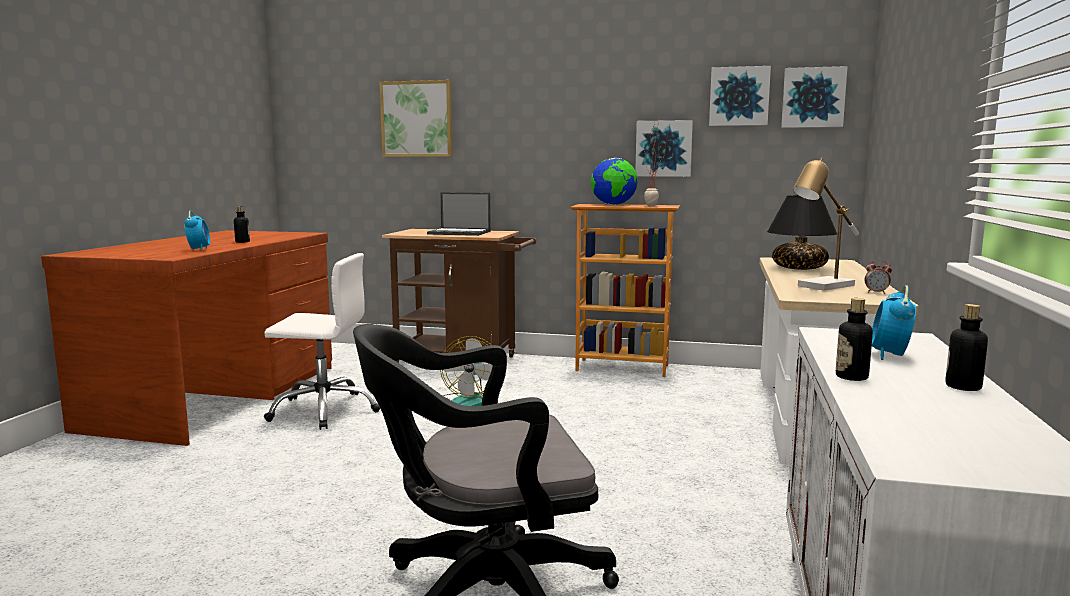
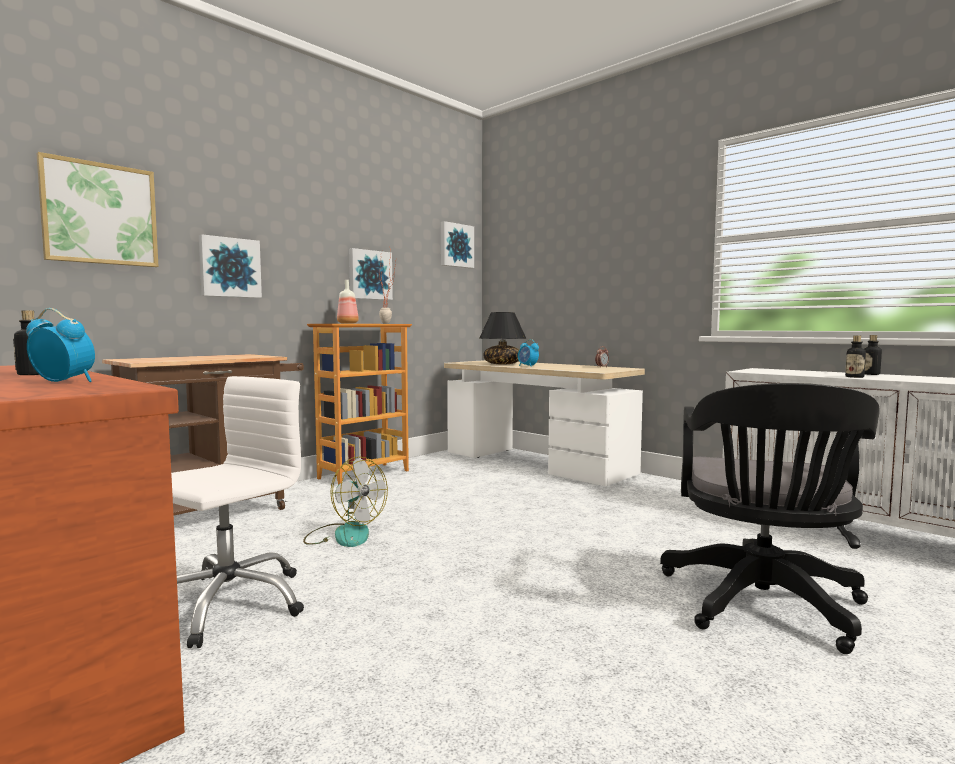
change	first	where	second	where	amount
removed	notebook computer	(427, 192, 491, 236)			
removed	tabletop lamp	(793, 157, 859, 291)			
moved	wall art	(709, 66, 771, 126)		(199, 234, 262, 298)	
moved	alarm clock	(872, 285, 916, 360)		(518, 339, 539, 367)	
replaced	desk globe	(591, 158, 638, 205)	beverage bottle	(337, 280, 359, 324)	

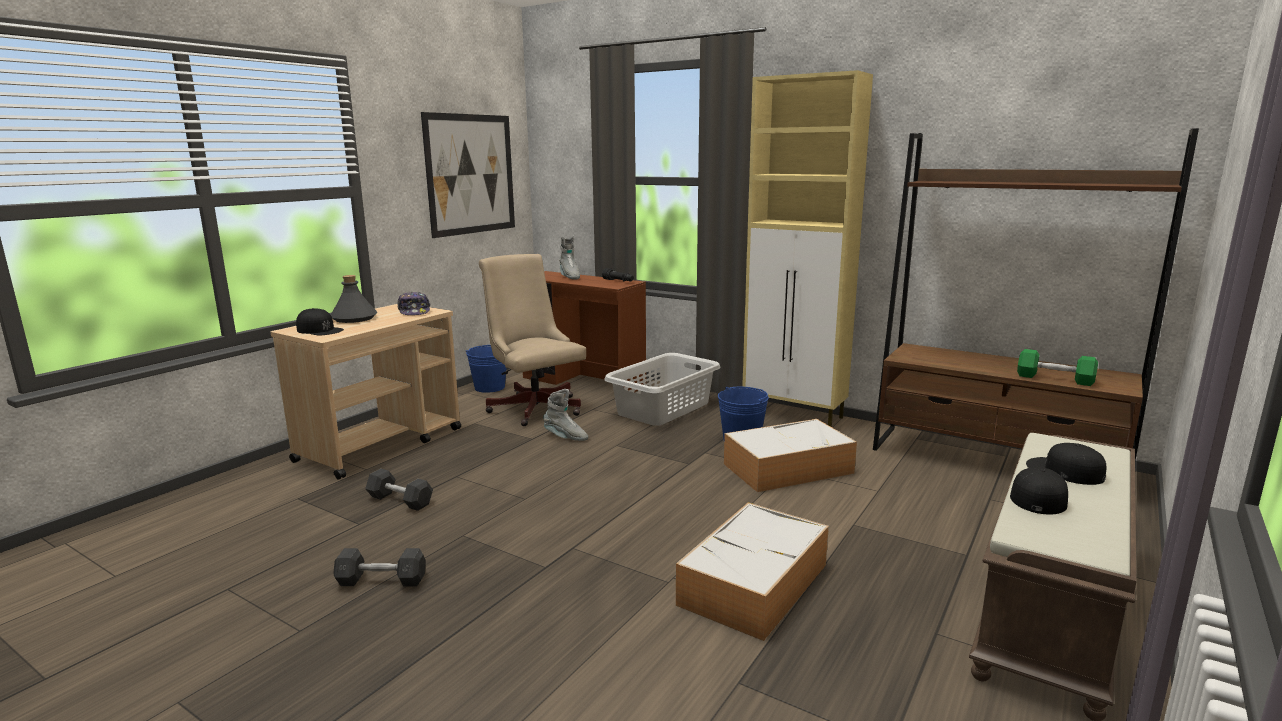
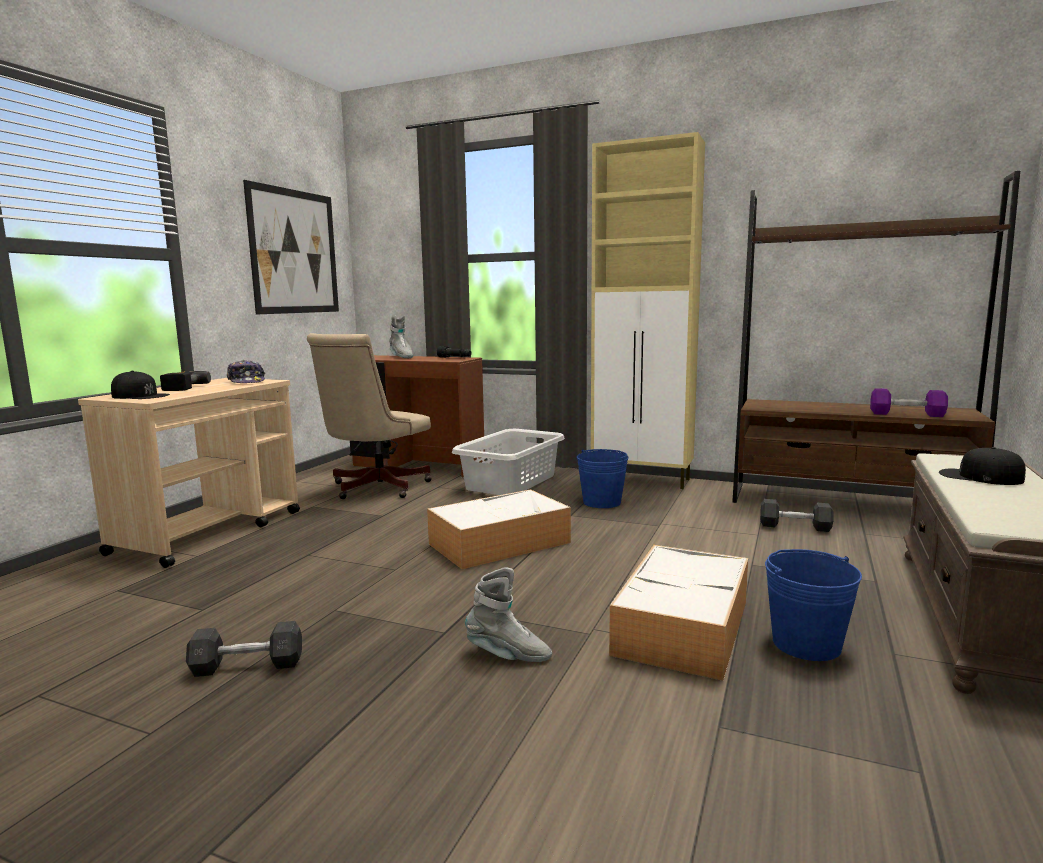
change	first	where	second	where	amount
removed	peaked cap (black-coloured)	(1010, 467, 1068, 514)			
moved	dumbbell (greyish)	(365, 469, 433, 511)		(760, 499, 833, 532)	
moved	water bucket (blue-coloured)	(466, 345, 506, 393)		(765, 549, 862, 661)	
moved	high-top boot (greyish)	(543, 389, 588, 441)		(465, 567, 552, 662)	
moved	storage container	(724, 419, 857, 492)		(427, 489, 571, 569)	
replaced	beverage bottle (greyish)	(330, 275, 377, 323)	drill	(160, 371, 211, 391)	
recoloured	dumbbell (green)	(1017, 349, 1098, 386)	dumbbell (purple-coloured)	(870, 388, 948, 417)	
turned	computer chair (beige)	(479, 254, 586, 426)		(307, 333, 432, 499)	105 degrees counterclockwise

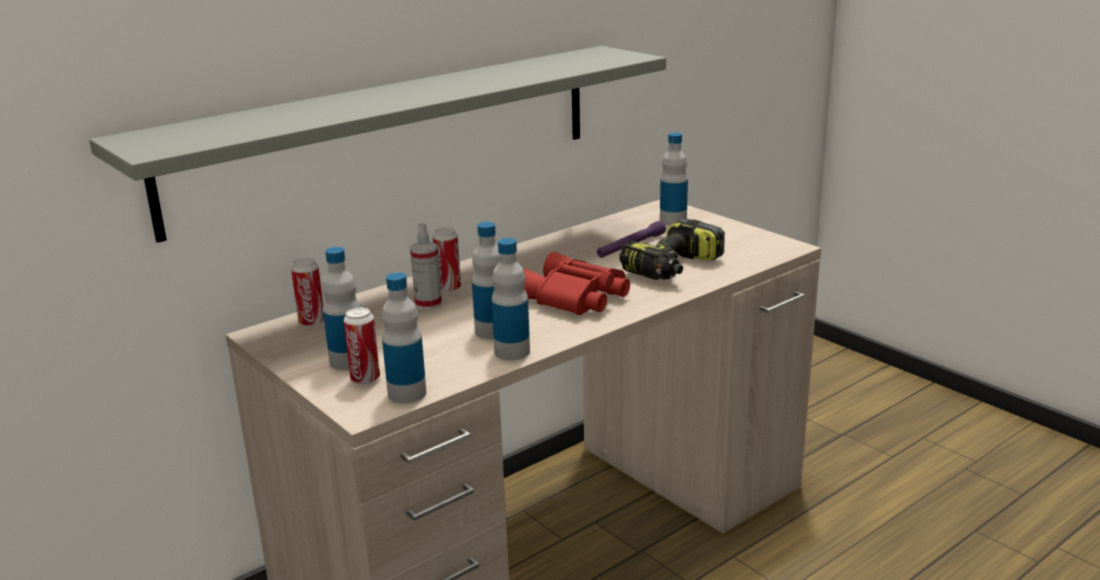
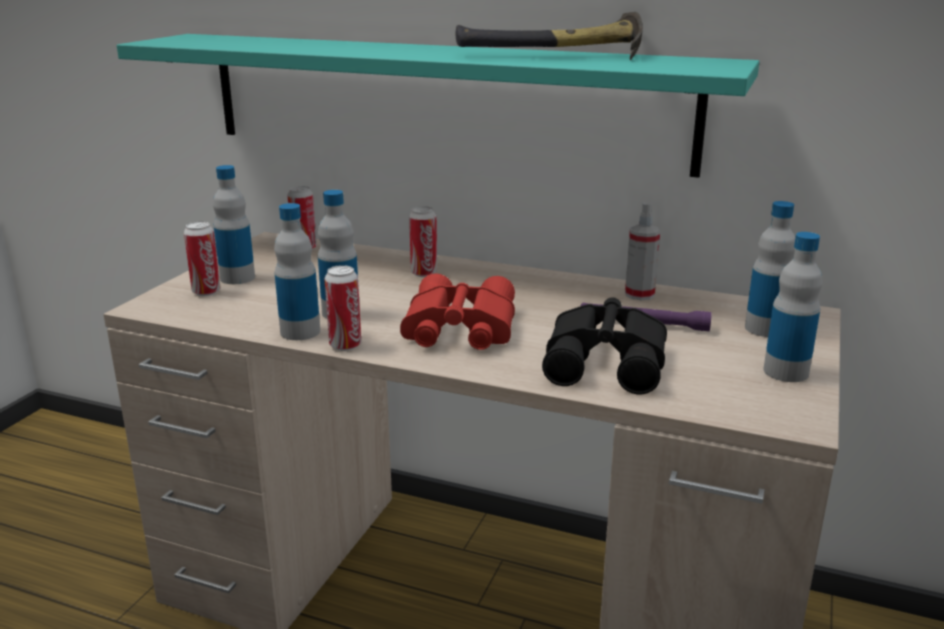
change	first	where	second	where	amount
added			can	(324, 265, 361, 351)	
added			hand hammer	(456, 12, 643, 60)	
moved	beverage bottle	(382, 272, 427, 403)		(763, 232, 823, 382)	
moved	spray bottle	(410, 223, 442, 310)		(625, 202, 660, 300)	
replaced	drill	(620, 218, 725, 280)	field glasses (black-coloured)	(542, 297, 667, 394)	
recoloured	bracket shelf (greyish)	(89, 46, 666, 243)	bracket shelf (turquoise)	(117, 34, 759, 178)	

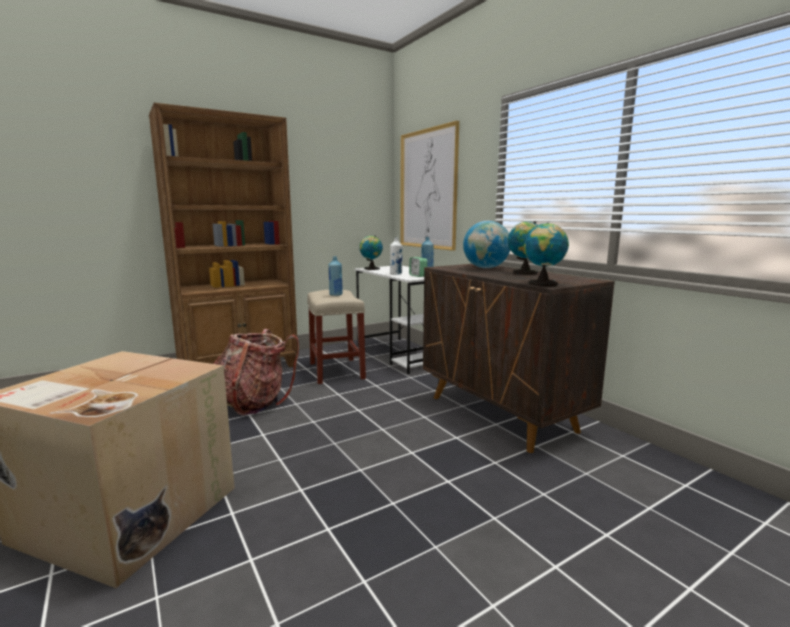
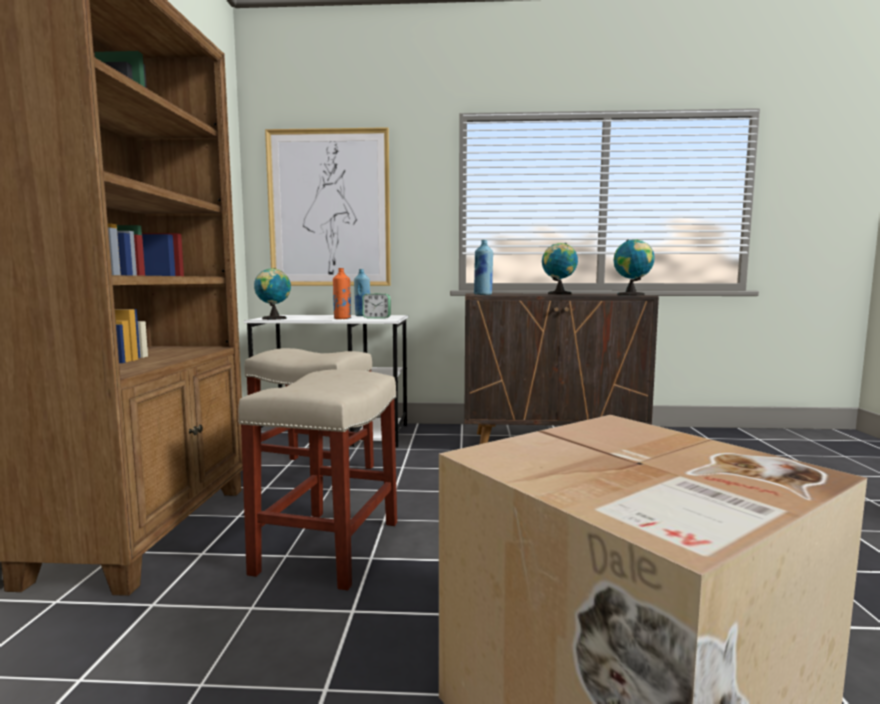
change	first	where	second	where	amount
removed	desk globe	(463, 221, 510, 268)			
moved	beverage bottle (blue-coloured)	(329, 256, 343, 296)		(474, 240, 493, 295)	
replaced	rucksack	(213, 329, 299, 415)	sitting stool (beige)	(238, 369, 397, 591)	
recoloured	beverage bottle (white-coloured)	(390, 238, 402, 275)	beverage bottle (orange-coloured)	(333, 268, 351, 319)	

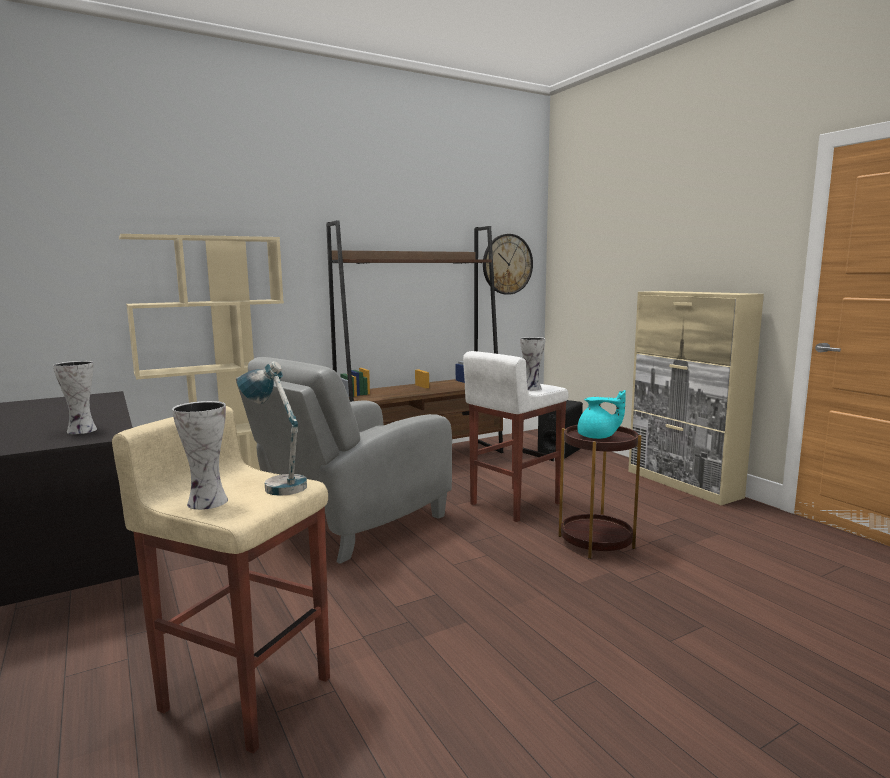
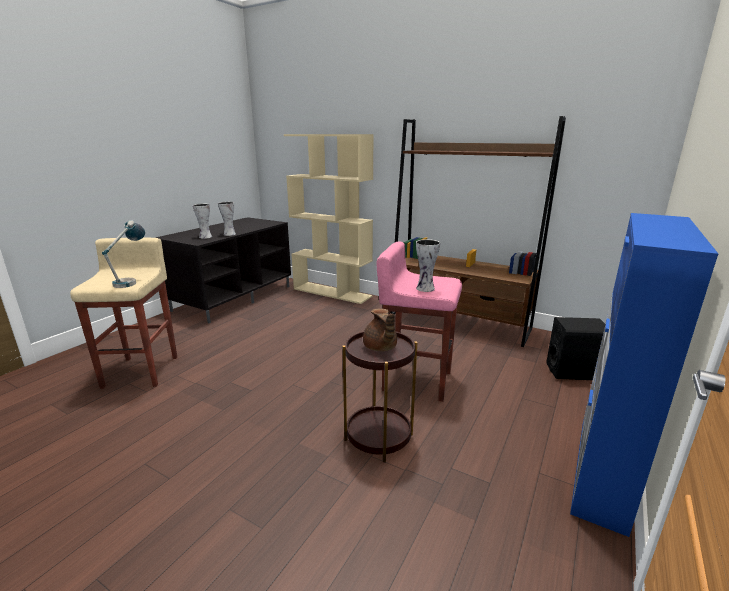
change	first	where	second	where	amount
removed	easy chair (greyish)	(236, 357, 452, 564)			
removed	wall clock	(483, 234, 533, 295)			
moved	vase	(172, 401, 228, 510)		(218, 202, 236, 236)	
recoloured	sitting stool (white-coloured)	(463, 351, 569, 522)	sitting stool (pinkish)	(376, 242, 462, 402)	
recoloured	tea pot (turquoise)	(578, 390, 626, 439)	tea pot (brown-coloured)	(363, 309, 397, 351)	
recoloured	cupboard (beige)	(628, 291, 764, 505)	cupboard (blue-coloured)	(570, 213, 718, 537)	

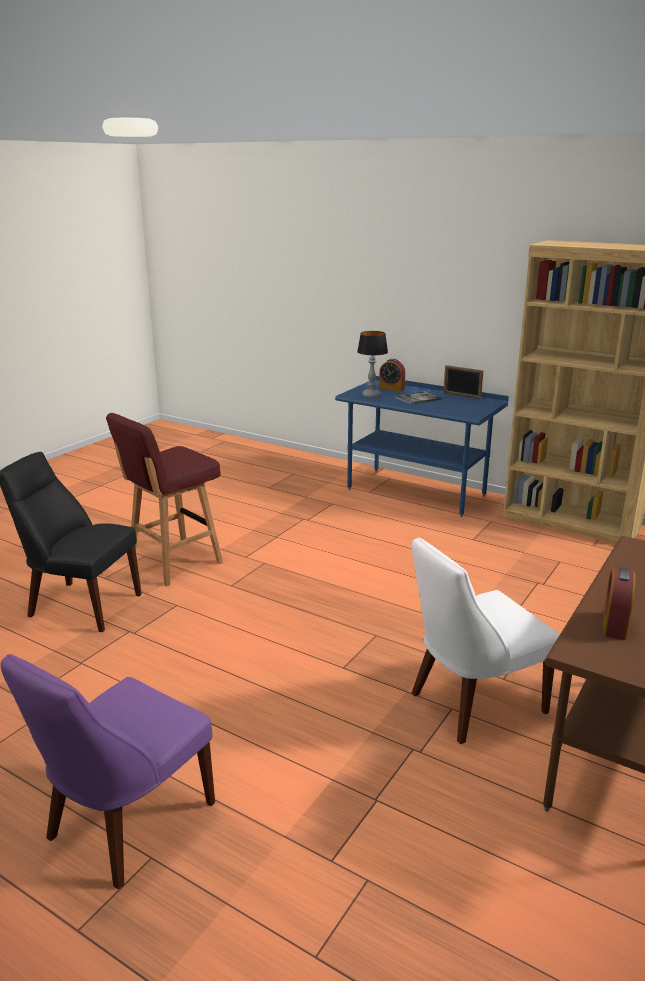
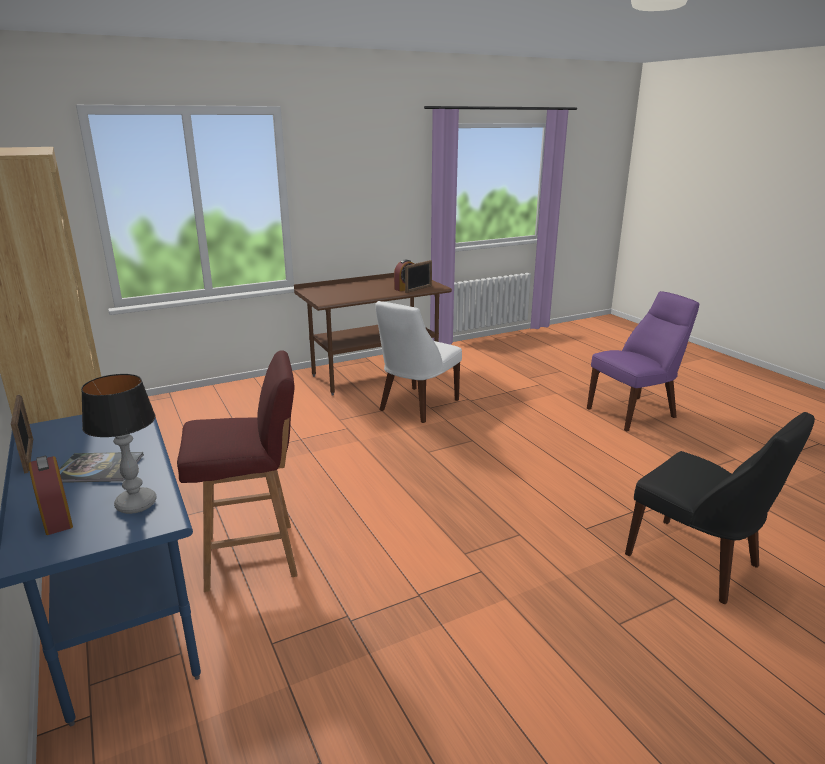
change	first	where	second	where	amount
added			picture frame	(405, 260, 432, 293)	
moved	sitting stool (red-coloured)	(106, 413, 223, 587)		(177, 350, 298, 592)	
turned	chair (white-coloured)	(412, 537, 559, 744)		(376, 301, 462, 423)	120 degrees clockwise

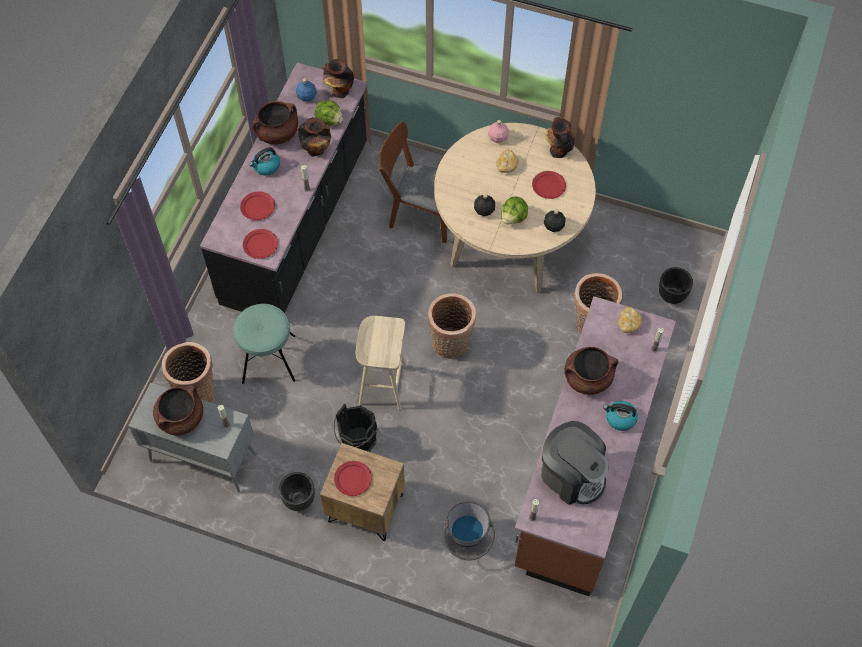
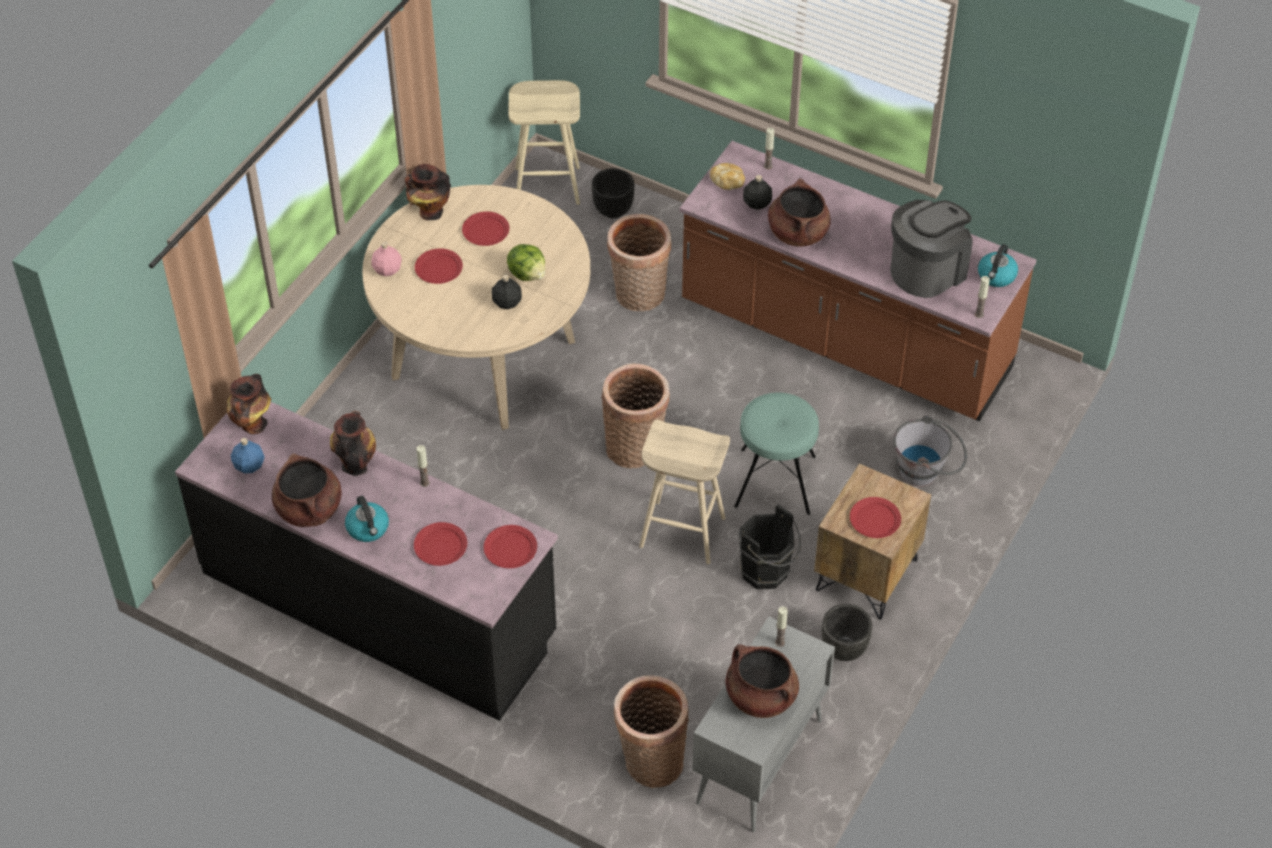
change	first	where	second	where	amount
removed	lettuce head	(314, 100, 343, 126)			
removed	chair (brown-coloured)	(379, 121, 447, 243)			
added			sitting stool (beige)	(508, 80, 580, 205)	
moved	sitting stool (turquoise)	(233, 304, 295, 384)		(734, 392, 819, 515)	
moved	beverage bottle (black-coloured)	(544, 209, 566, 232)		(743, 175, 772, 210)	
moved	tea kettle	(603, 401, 638, 431)		(978, 244, 1018, 287)	
replaced	bakery bread	(496, 150, 518, 173)	flat dish (red-coloured)	(415, 248, 463, 284)	

